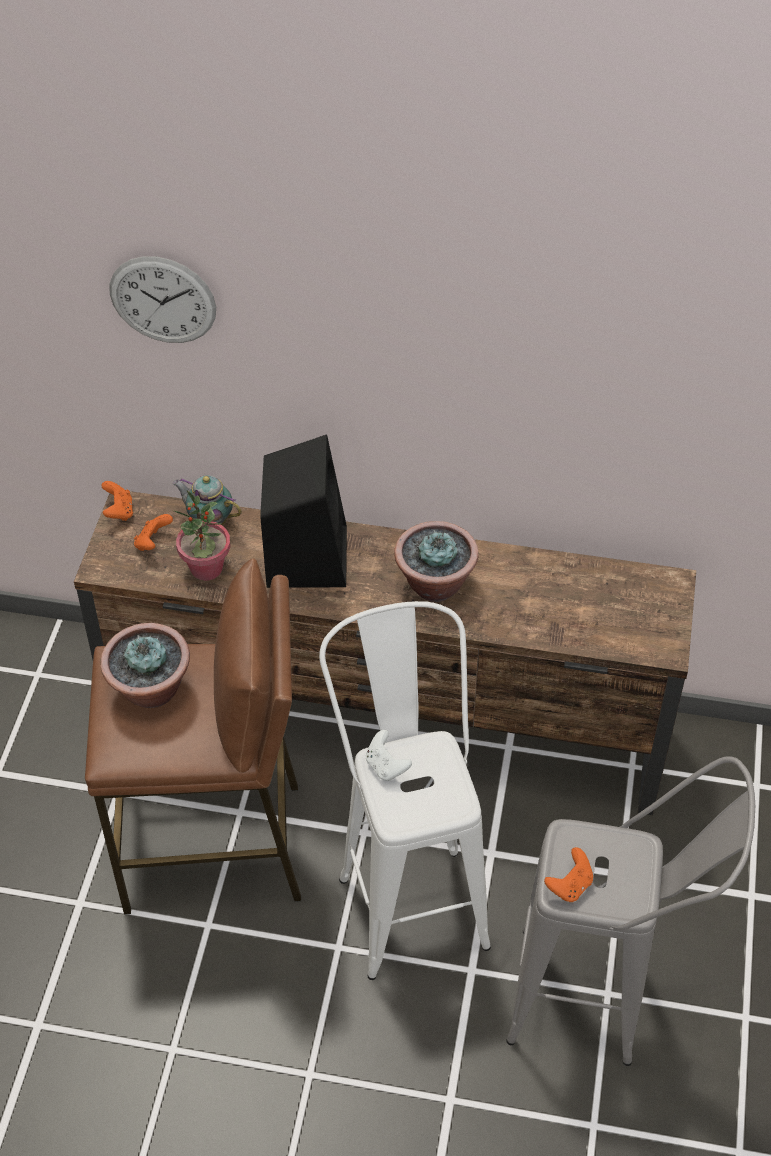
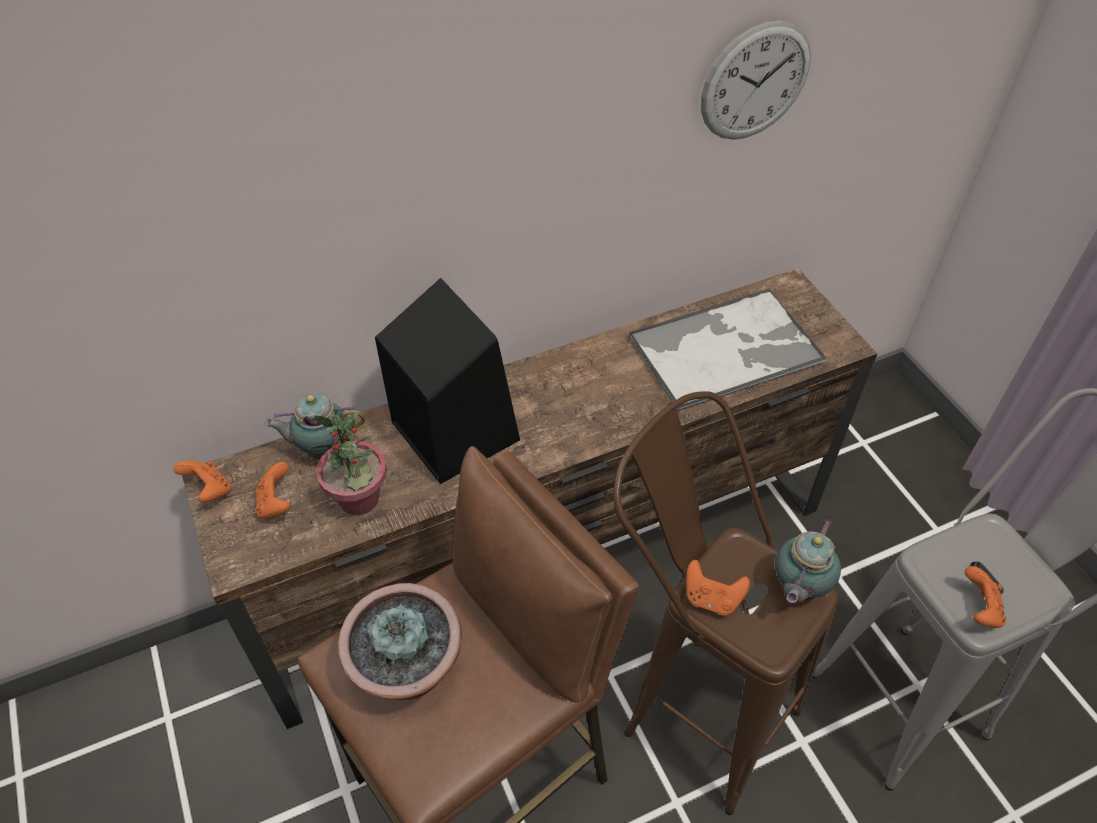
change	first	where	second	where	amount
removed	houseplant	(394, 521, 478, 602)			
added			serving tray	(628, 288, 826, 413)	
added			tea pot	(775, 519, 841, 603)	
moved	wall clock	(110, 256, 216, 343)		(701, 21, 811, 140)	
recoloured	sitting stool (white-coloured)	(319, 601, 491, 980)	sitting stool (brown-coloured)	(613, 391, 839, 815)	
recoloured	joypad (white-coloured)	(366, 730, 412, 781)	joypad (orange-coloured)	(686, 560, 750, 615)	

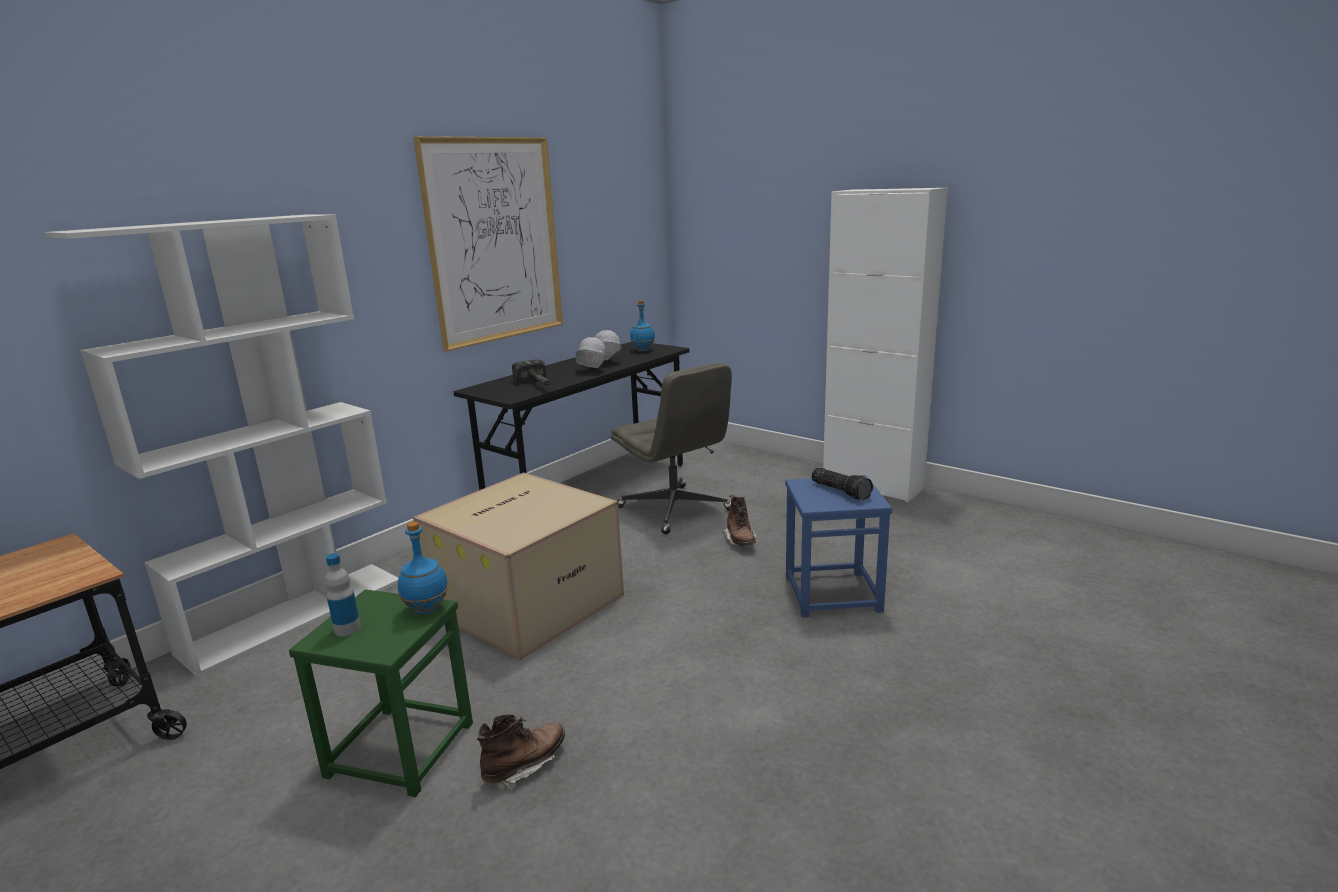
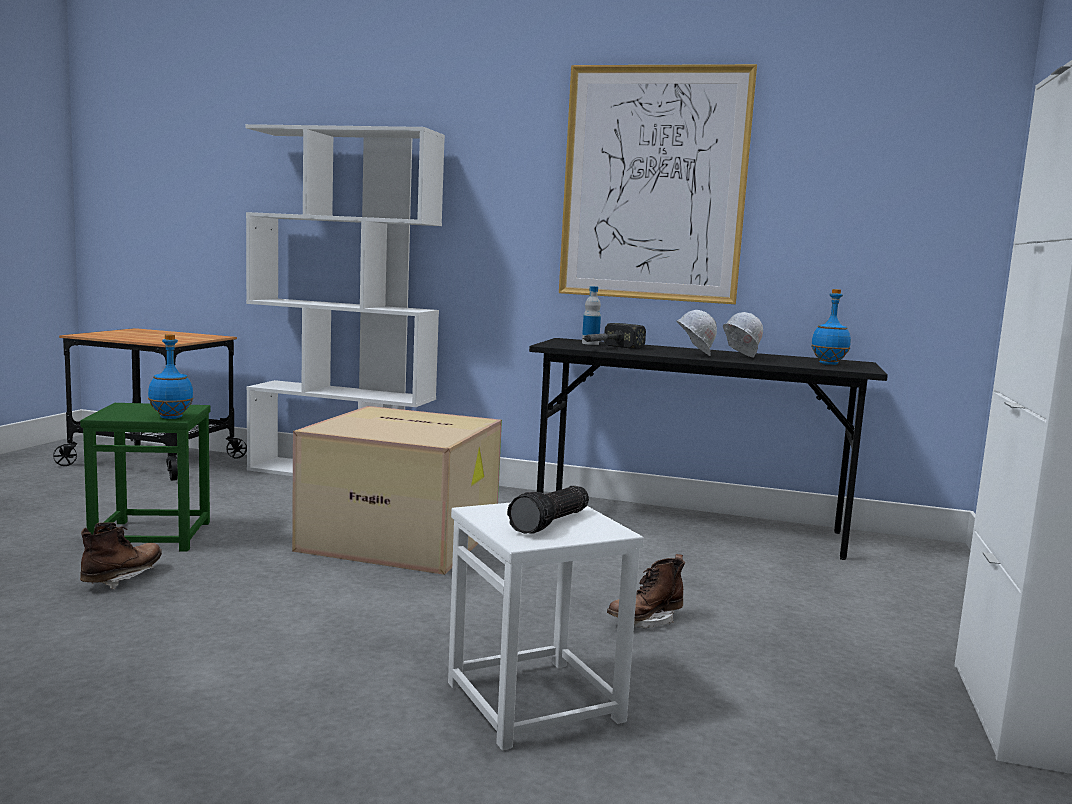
change	first	where	second	where	amount
removed	computer chair (greyish)	(611, 363, 732, 534)			
moved	beverage bottle	(325, 553, 361, 636)		(582, 286, 601, 345)	
recoloured	sitting stool (blue-coloured)	(785, 475, 892, 617)	sitting stool (white-coloured)	(448, 503, 644, 750)	
turned	high-top boot (brown-coloured)	(477, 714, 565, 790)		(80, 522, 162, 589)	90 degrees counterclockwise

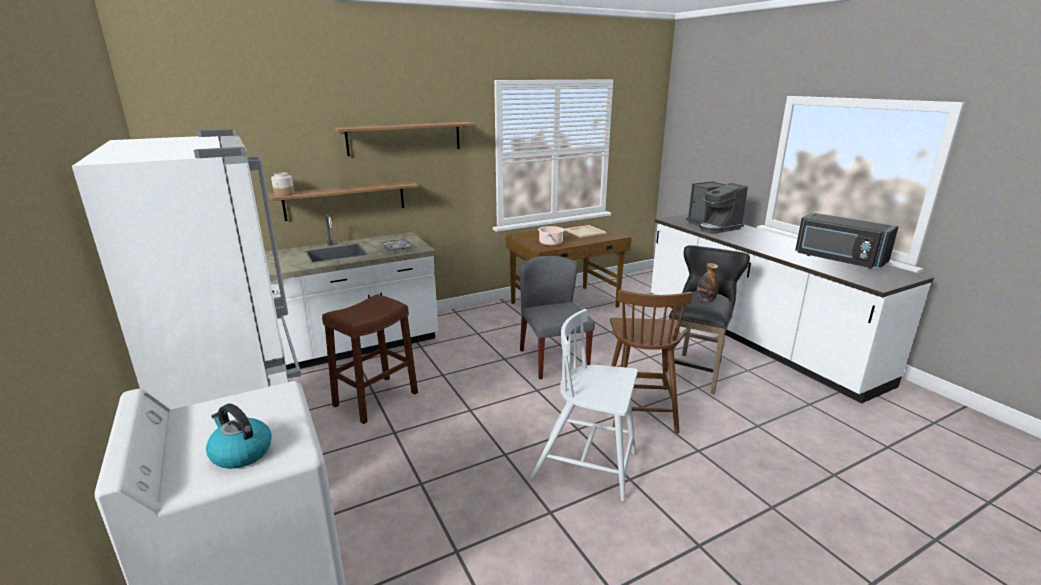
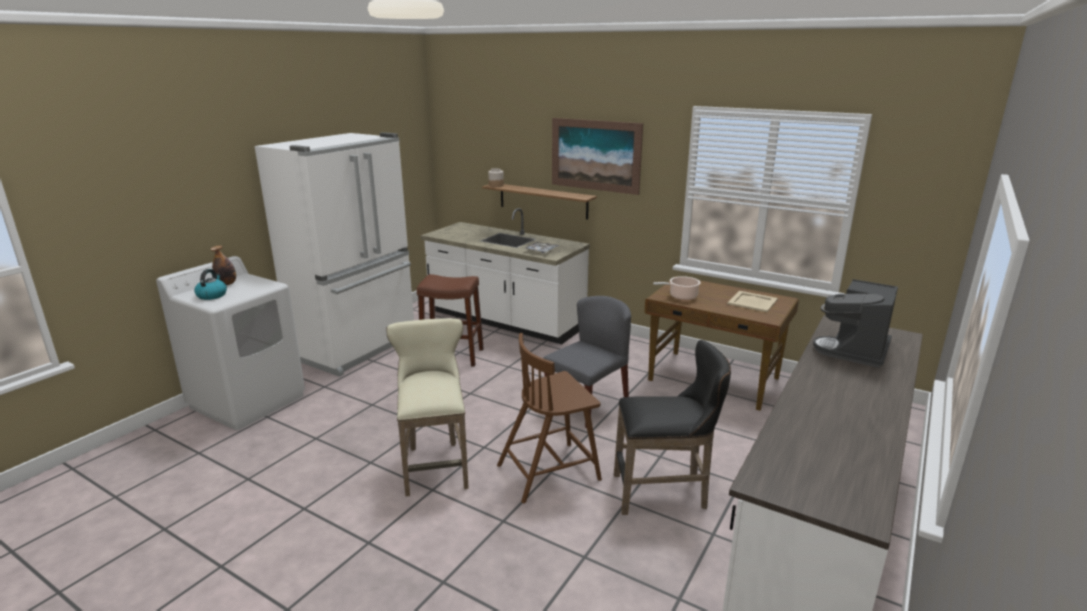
change	first	where	second	where	amount
removed	microwave oven (black-coloured)	(795, 213, 898, 269)			
moved	beverage bottle	(697, 263, 719, 303)		(210, 245, 236, 285)	
replaced	bracket shelf	(333, 122, 477, 156)	wall art	(552, 118, 643, 195)	
replaced	chair (white-coloured)	(530, 309, 638, 502)	sitting stool (beige)	(386, 318, 469, 497)	

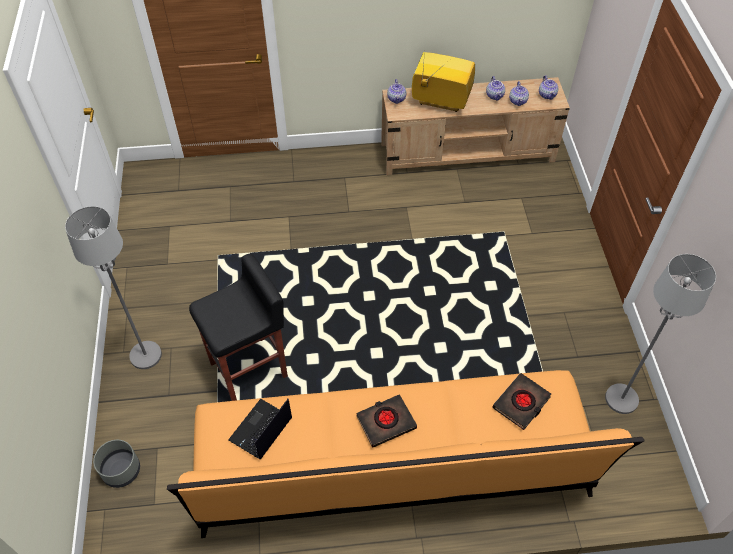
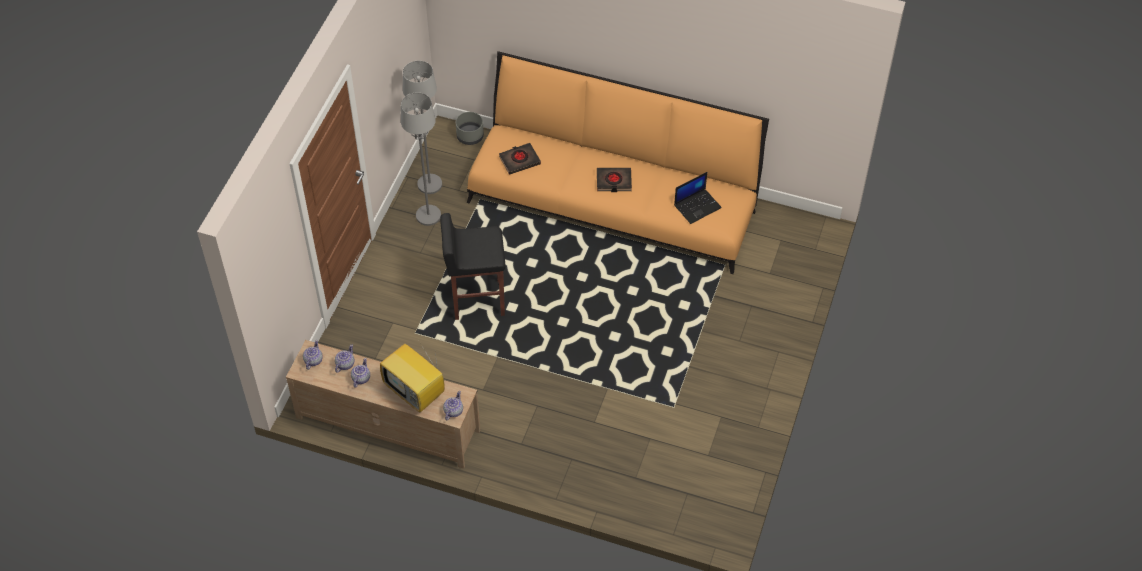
change	first	where	second	where	amount
moved	floor lamp (greyish)	(65, 206, 162, 369)		(401, 92, 441, 226)	
moved	flower pot (greyish)	(93, 440, 140, 488)		(456, 112, 484, 145)	
moved	sitting stool (black-coloured)	(189, 254, 288, 401)		(440, 213, 506, 320)	

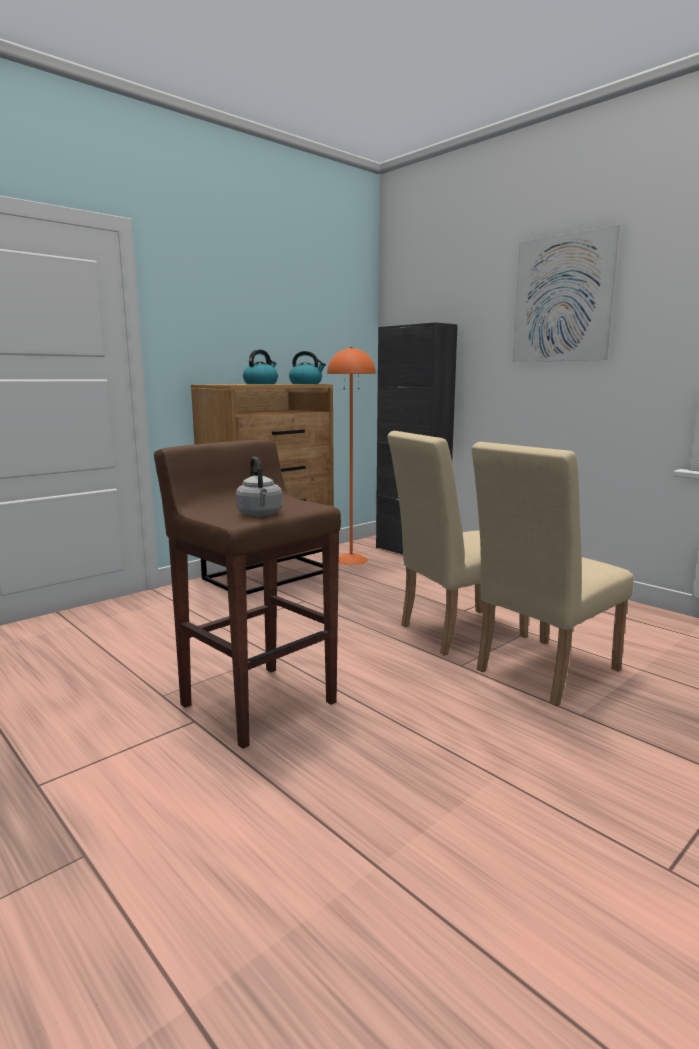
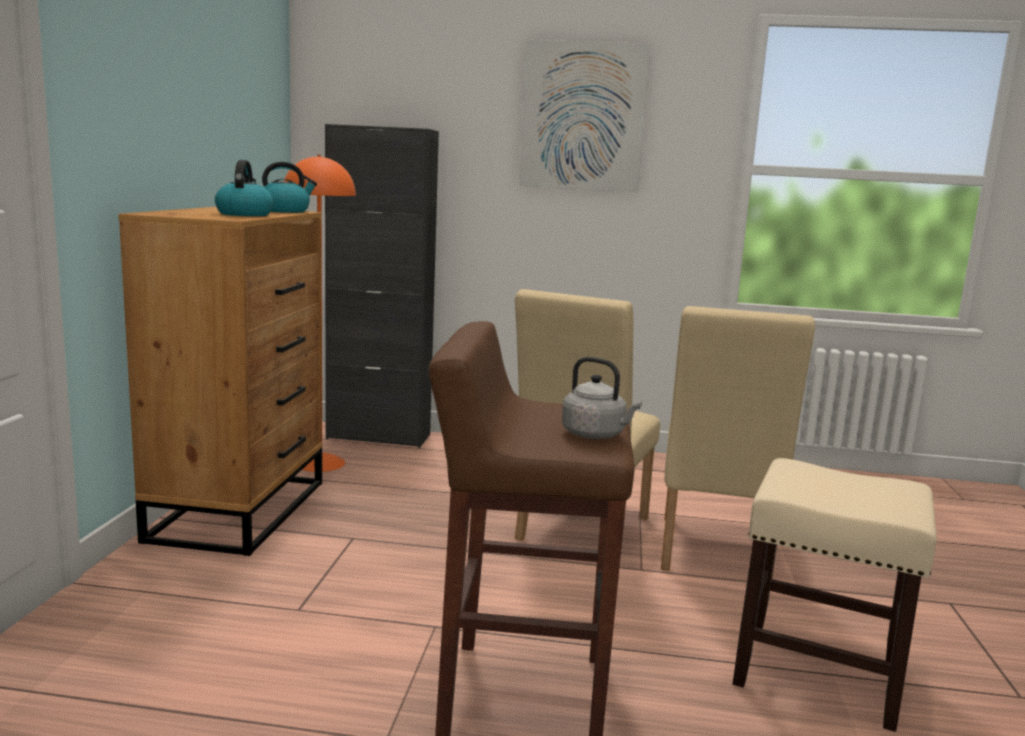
change	first	where	second	where	amount
added			sitting stool (beige)	(733, 458, 937, 732)	

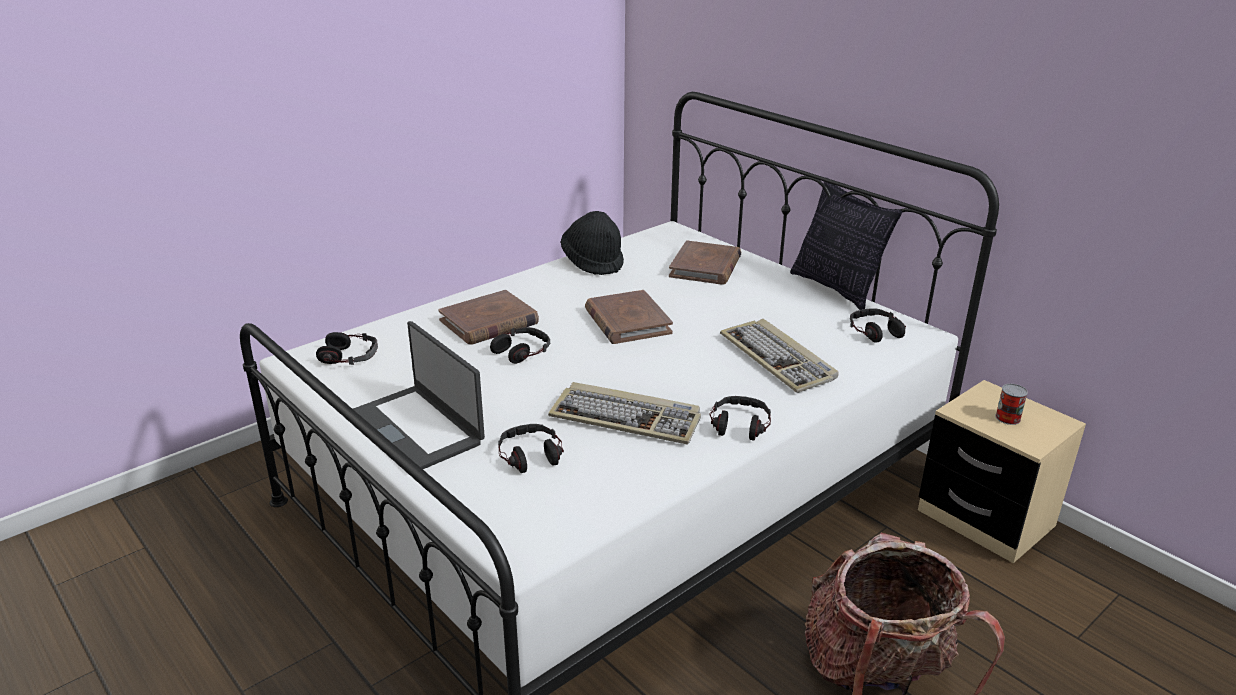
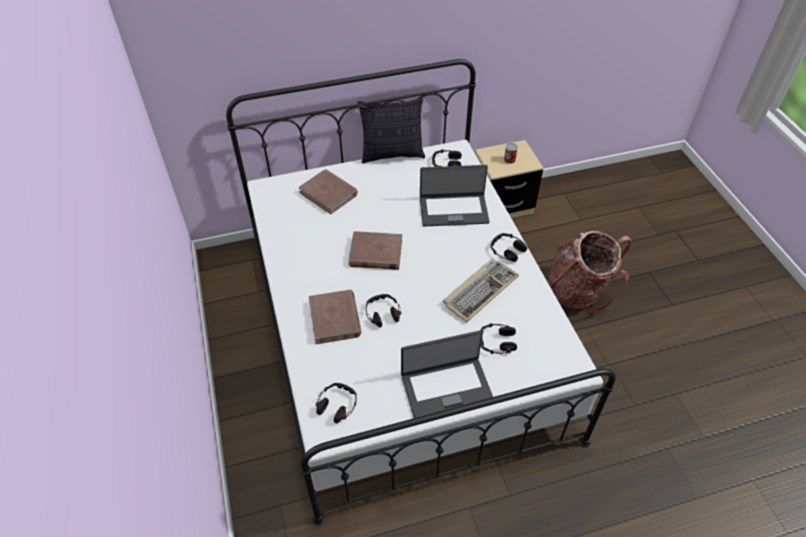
change	first	where	second	where	amount
removed	wearable hat (black-coloured)	(561, 211, 624, 275)			
replaced	computer keyboard	(720, 319, 839, 393)	notebook computer	(420, 165, 490, 227)	

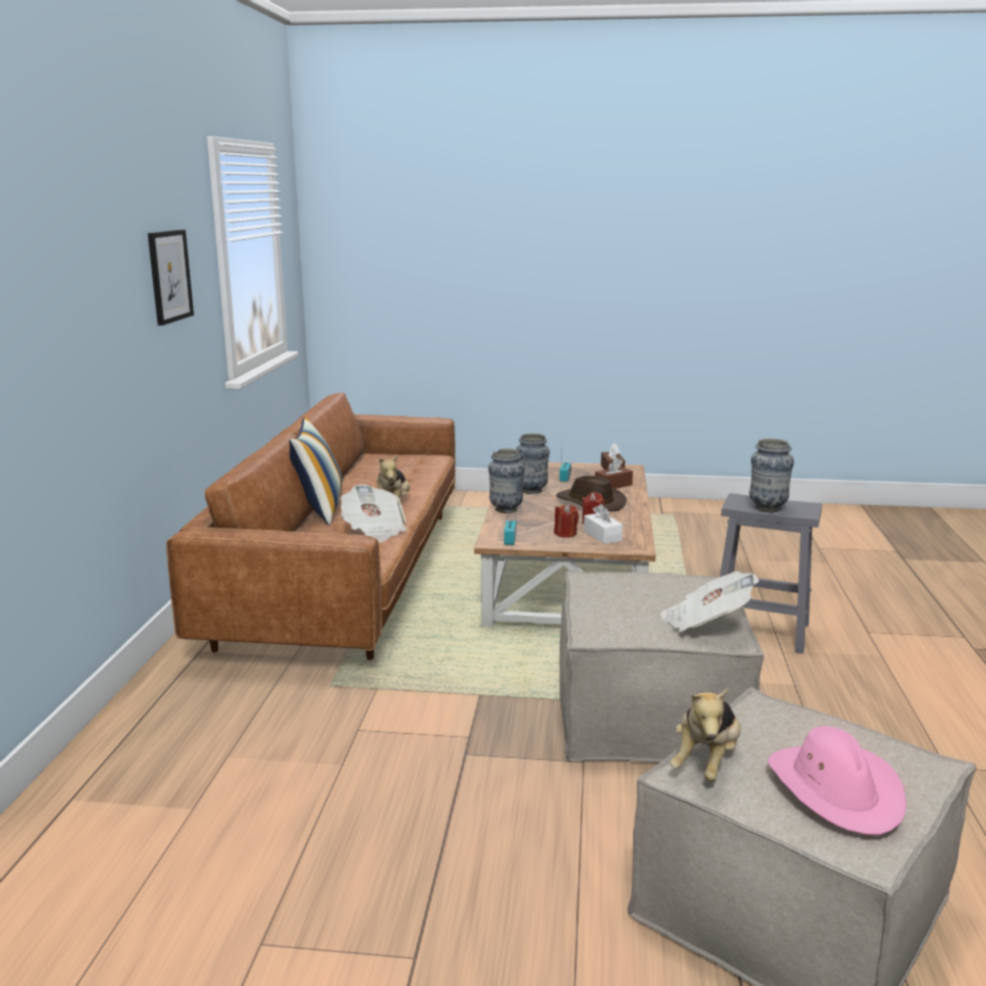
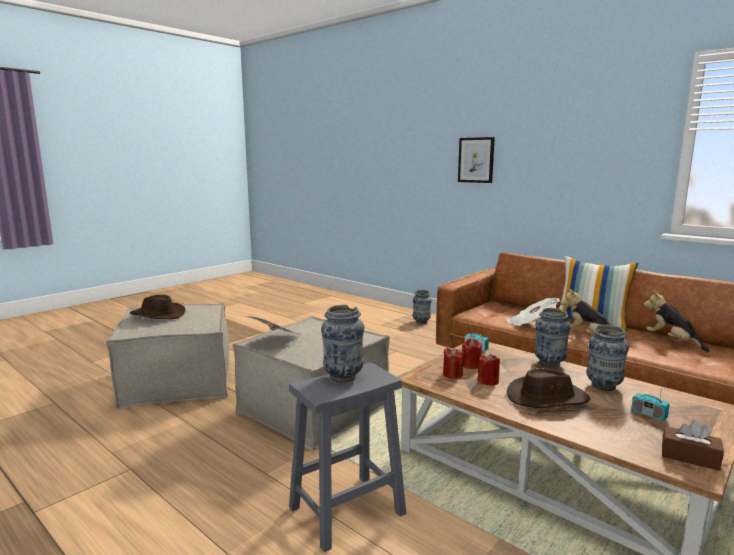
change	first	where	second	where	amount
removed	tissue holder (brown-coloured)	(595, 458, 633, 489)			
added			vase	(413, 290, 432, 324)	
moved	wall art	(148, 230, 194, 326)		(458, 137, 495, 183)	
moved	plush toy	(670, 688, 741, 781)		(644, 290, 710, 352)	
replaced	tissue holder (white-coloured)	(584, 504, 623, 544)	wax candle (red-coloured)	(443, 348, 463, 379)	
recoloured	wearable hat (pinkish)	(768, 726, 906, 835)	wearable hat (brown-coloured)	(130, 295, 185, 319)	

